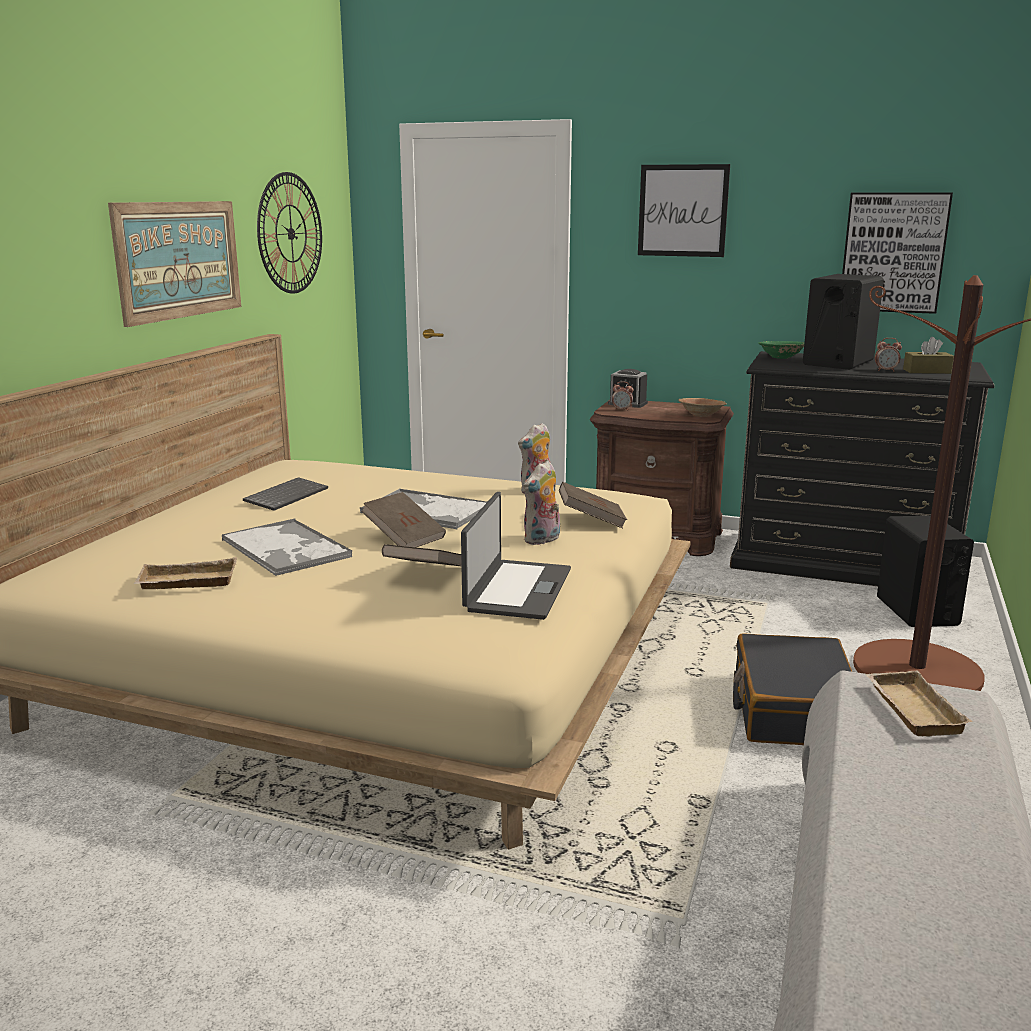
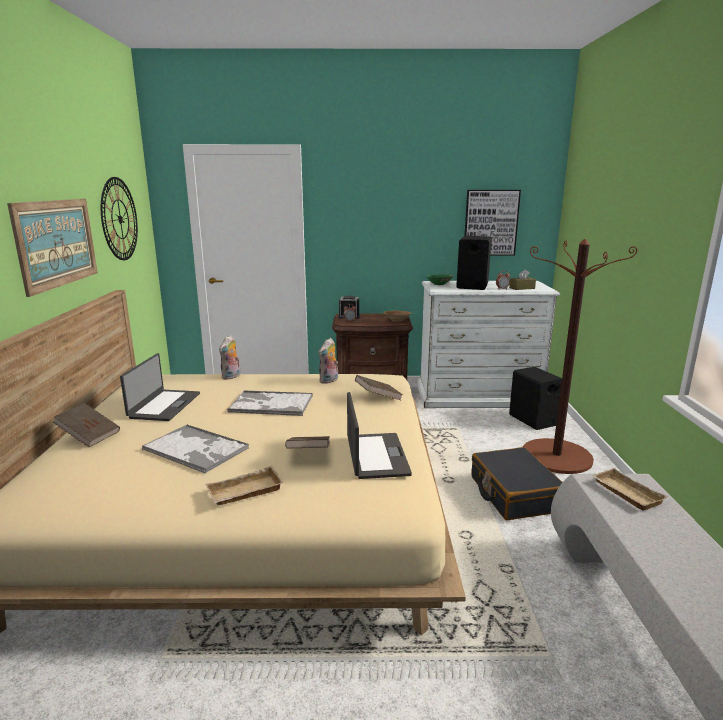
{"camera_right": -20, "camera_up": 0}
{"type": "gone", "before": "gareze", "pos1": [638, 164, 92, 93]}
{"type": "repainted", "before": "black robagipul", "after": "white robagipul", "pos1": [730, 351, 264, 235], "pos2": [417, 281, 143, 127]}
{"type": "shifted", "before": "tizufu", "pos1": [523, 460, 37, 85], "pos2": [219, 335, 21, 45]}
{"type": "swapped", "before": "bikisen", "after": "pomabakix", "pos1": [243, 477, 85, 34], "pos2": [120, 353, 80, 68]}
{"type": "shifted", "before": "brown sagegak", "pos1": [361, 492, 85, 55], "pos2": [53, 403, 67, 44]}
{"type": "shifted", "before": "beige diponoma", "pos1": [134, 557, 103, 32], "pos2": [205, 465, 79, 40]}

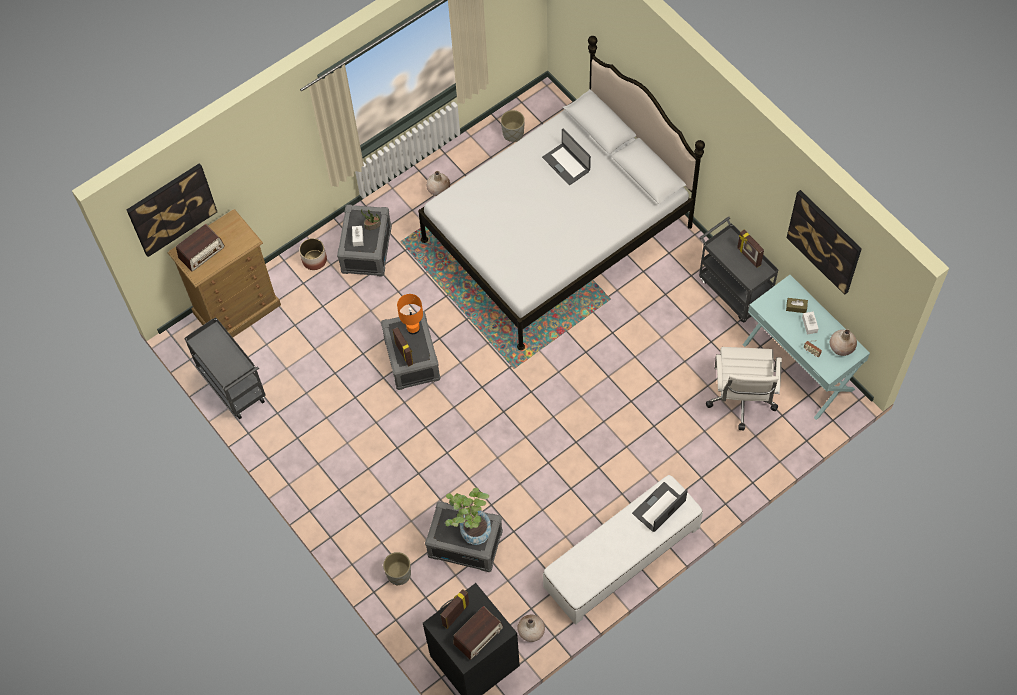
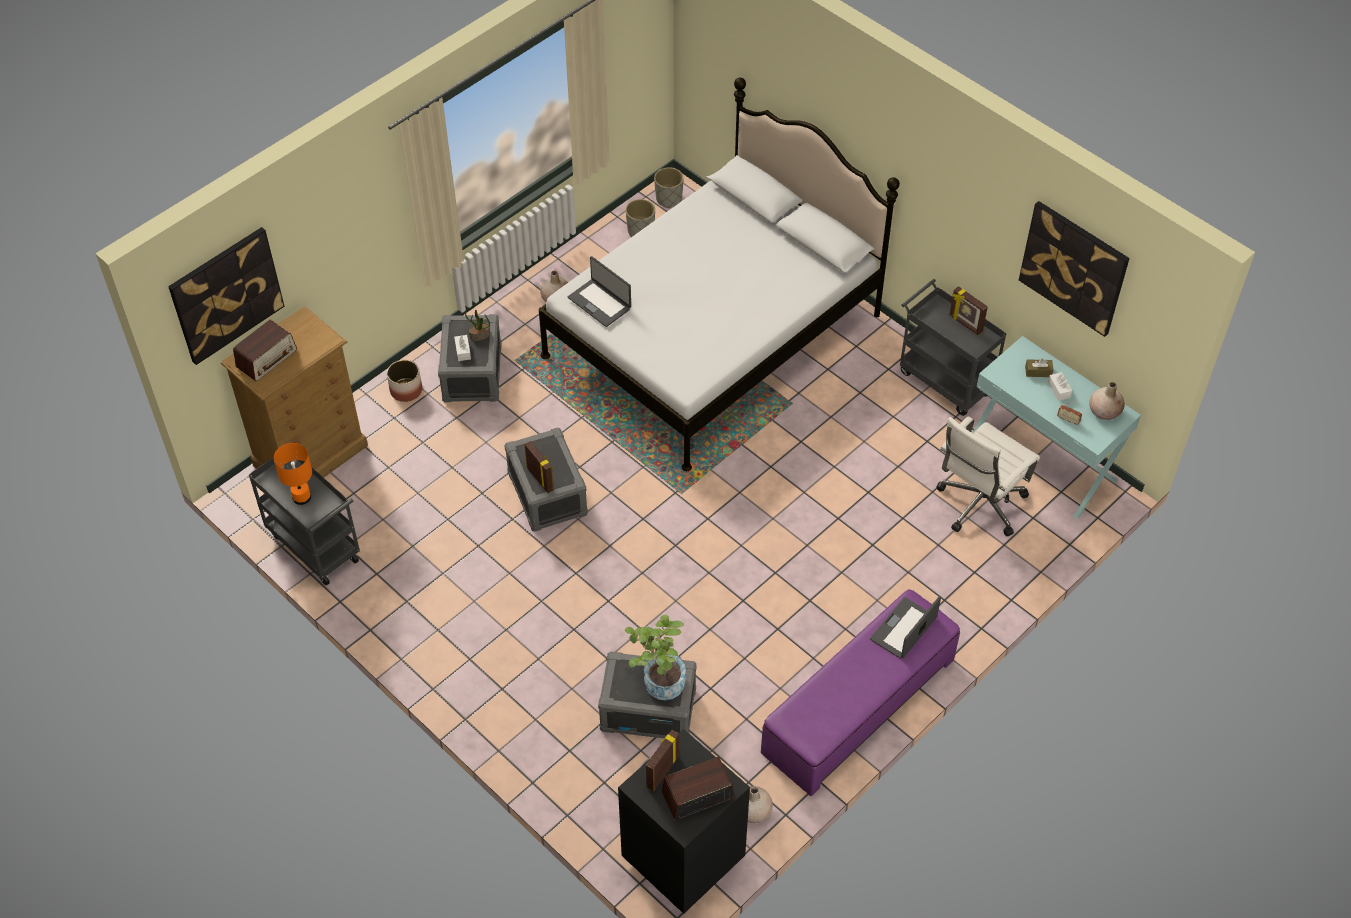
{"camera_right": -10, "camera_up": -10}
{"type": "shifted", "before": "pomabakix", "pos1": [542, 129, 49, 56], "pos2": [568, 256, 63, 71]}
{"type": "shifted", "before": "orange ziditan", "pos1": [397, 294, 26, 40], "pos2": [274, 443, 38, 62]}
{"type": "rotated", "before": "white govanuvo", "pos1": [706, 347, 76, 83], "pos2": [936, 416, 104, 120], "turn": 45}
{"type": "repainted", "before": "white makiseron", "after": "purple makiseron", "pos1": [543, 475, 160, 150], "pos2": [761, 589, 199, 207]}
{"type": "shifted", "before": "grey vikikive", "pos1": [383, 552, 28, 33], "pos2": [654, 167, 30, 41]}
{"type": "rotated", "before": "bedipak", "pos1": [453, 606, 50, 54], "pos2": [662, 757, 73, 64], "turn": -150}

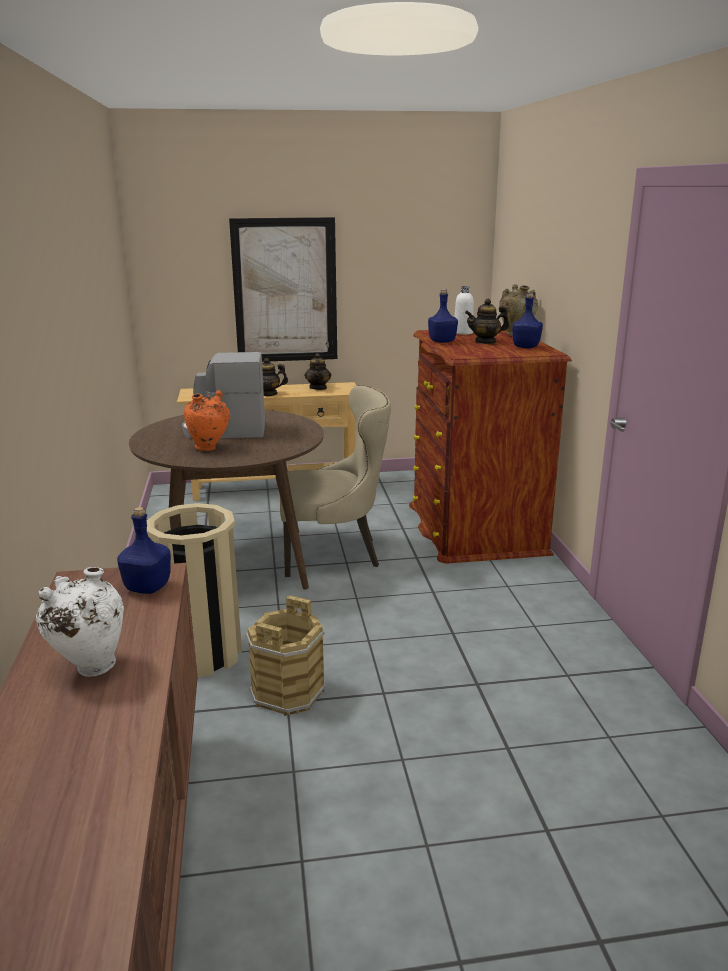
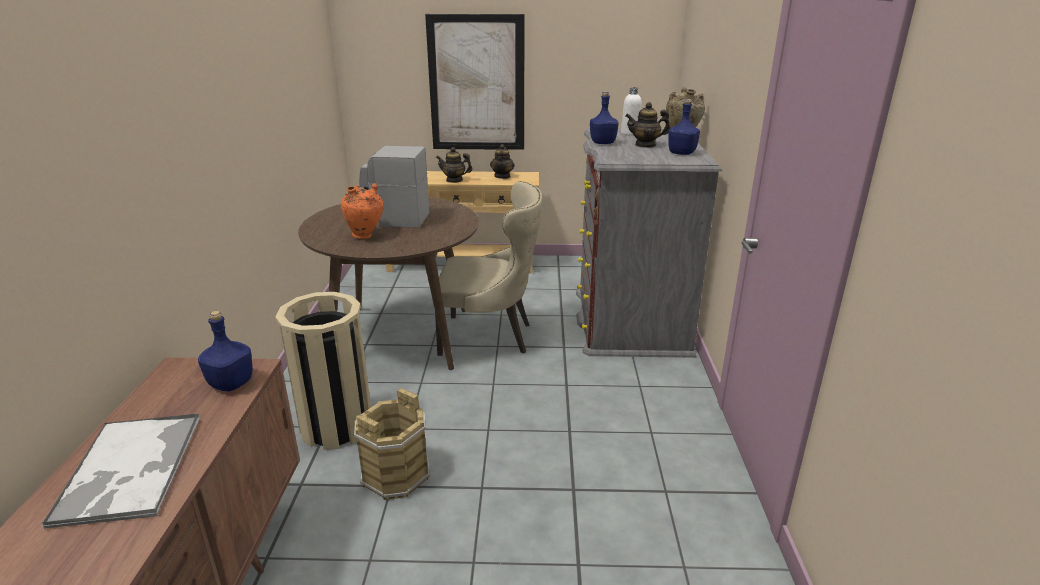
{"camera_right": 10, "camera_up": 5}
{"type": "repainted", "before": "brown robagipul", "after": "grey robagipul", "pos1": [409, 330, 163, 234], "pos2": [576, 129, 146, 229]}
{"type": "swapped", "before": "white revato", "after": "diponoma", "pos1": [36, 567, 88, 110], "pos2": [42, 414, 158, 116]}

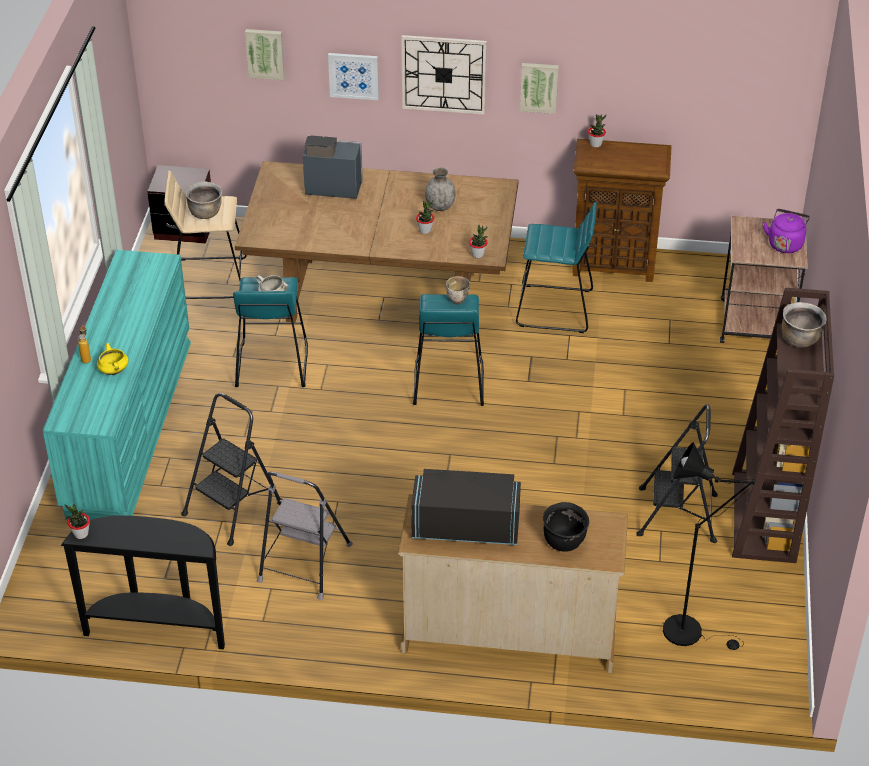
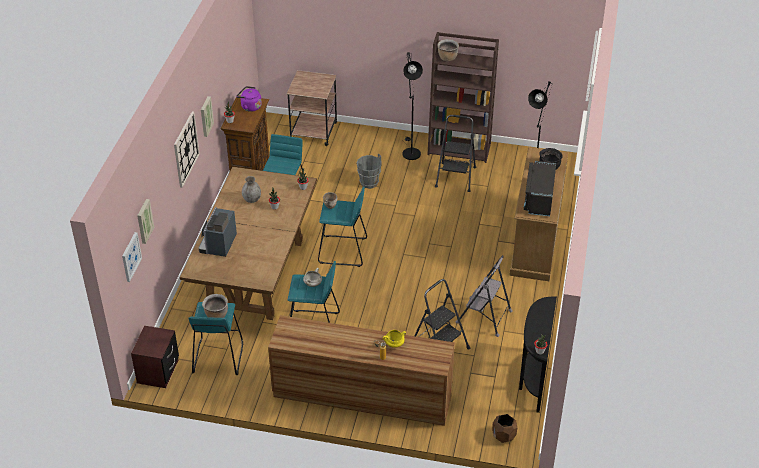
{"camera_right": -85, "camera_up": 0}
{"type": "shifted", "before": "gareze", "pos1": [328, 53, 51, 47], "pos2": [122, 232, 20, 50]}
{"type": "repainted", "before": "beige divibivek", "after": "turquoise divibivek", "pos1": [164, 170, 83, 129], "pos2": [189, 302, 54, 73]}
{"type": "shifted", "before": "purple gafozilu", "pos1": [763, 209, 47, 44], "pos2": [236, 86, 26, 26]}
{"type": "repainted", "before": "turquoise robagipul", "after": "brown robagipul", "pos1": [43, 250, 148, 270], "pos2": [268, 315, 187, 111]}
{"type": "new", "after": "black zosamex", "pos2": [402, 52, 21, 108]}
{"type": "new", "after": "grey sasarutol", "pos2": [356, 154, 26, 35]}
{"type": "new", "after": "brown vikikive", "pos2": [492, 414, 25, 29]}

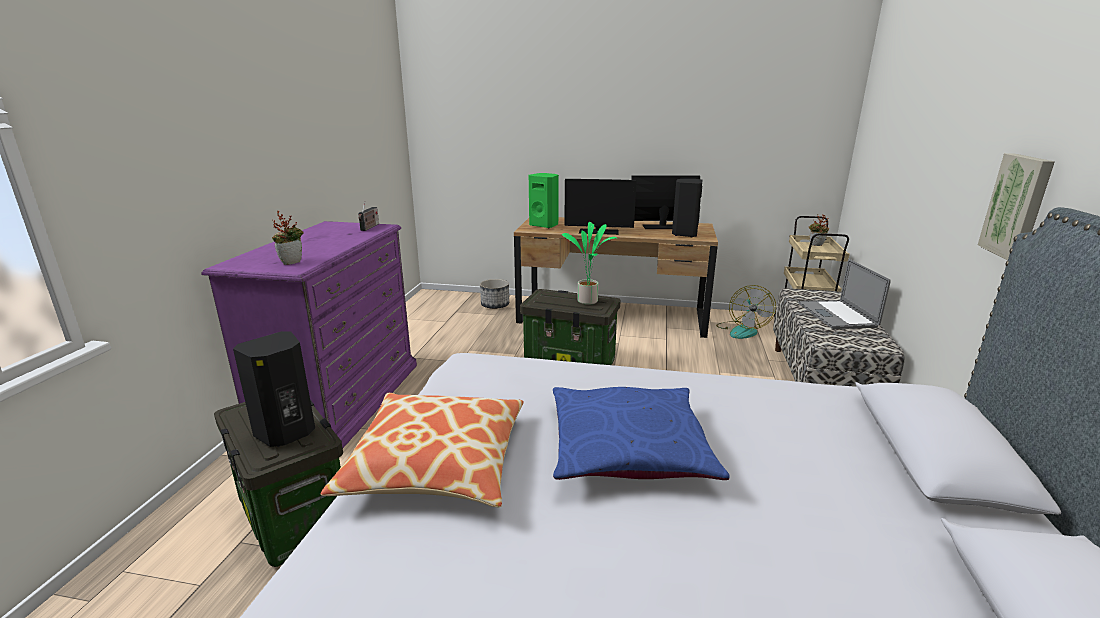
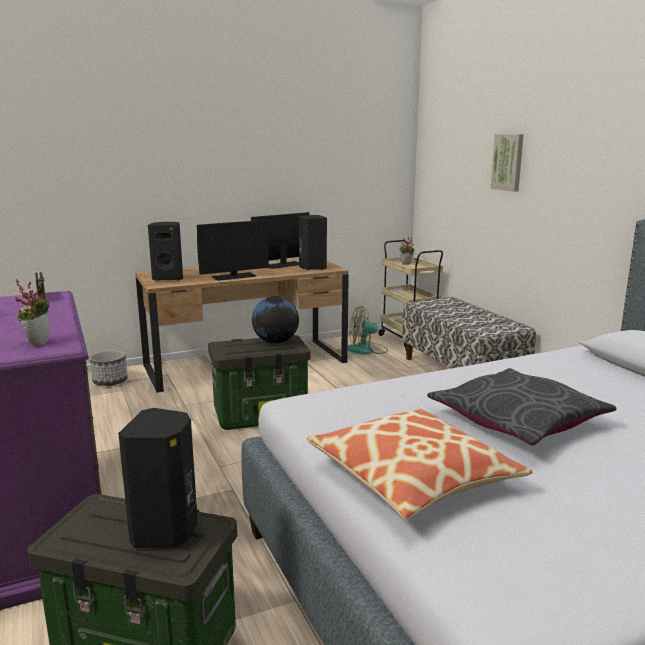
{"camera_right": -35, "camera_up": -5}
{"type": "shifted", "before": "gareze", "pos1": [978, 153, 77, 108], "pos2": [491, 134, 33, 58]}
{"type": "repainted", "before": "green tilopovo", "after": "black tilopovo", "pos1": [529, 173, 30, 55], "pos2": [148, 222, 35, 59]}
{"type": "swapped", "before": "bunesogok", "after": "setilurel", "pos1": [562, 222, 55, 83], "pos2": [252, 296, 47, 48]}
{"type": "gone", "before": "pomabakix", "pos1": [798, 259, 93, 70]}
{"type": "rotated", "before": "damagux", "pos1": [716, 285, 60, 54], "pos2": [348, 306, 40, 49], "turn": 105}
{"type": "repainted", "before": "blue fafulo", "after": "grey fafulo", "pos1": [553, 387, 177, 93], "pos2": [427, 368, 189, 78]}

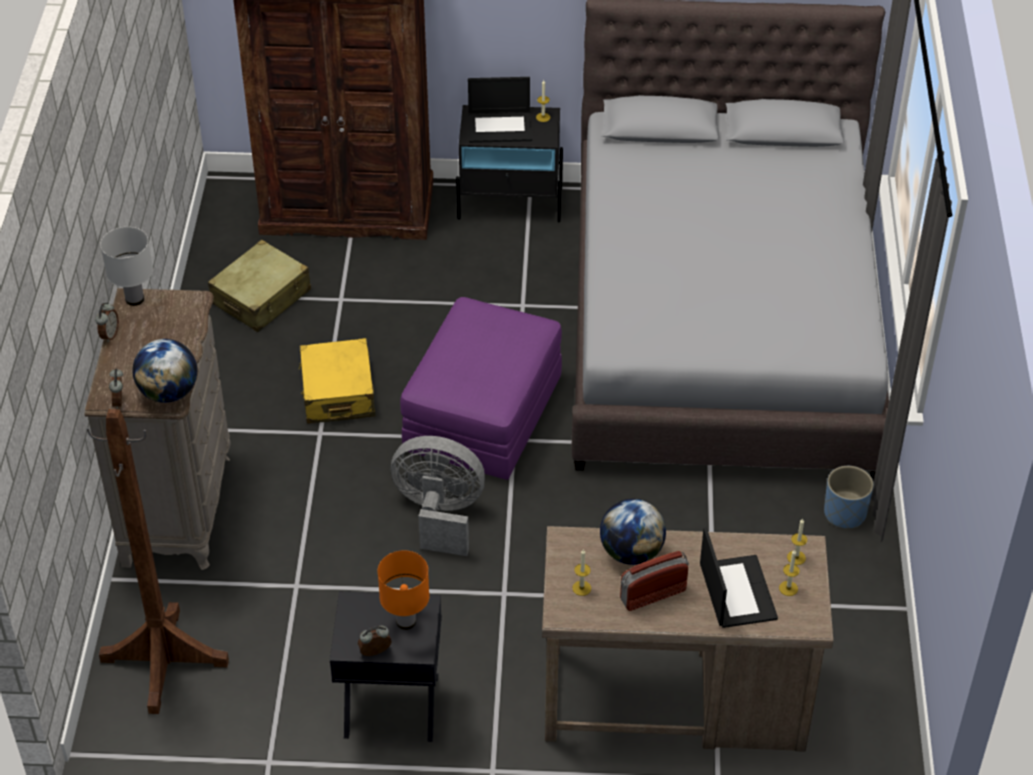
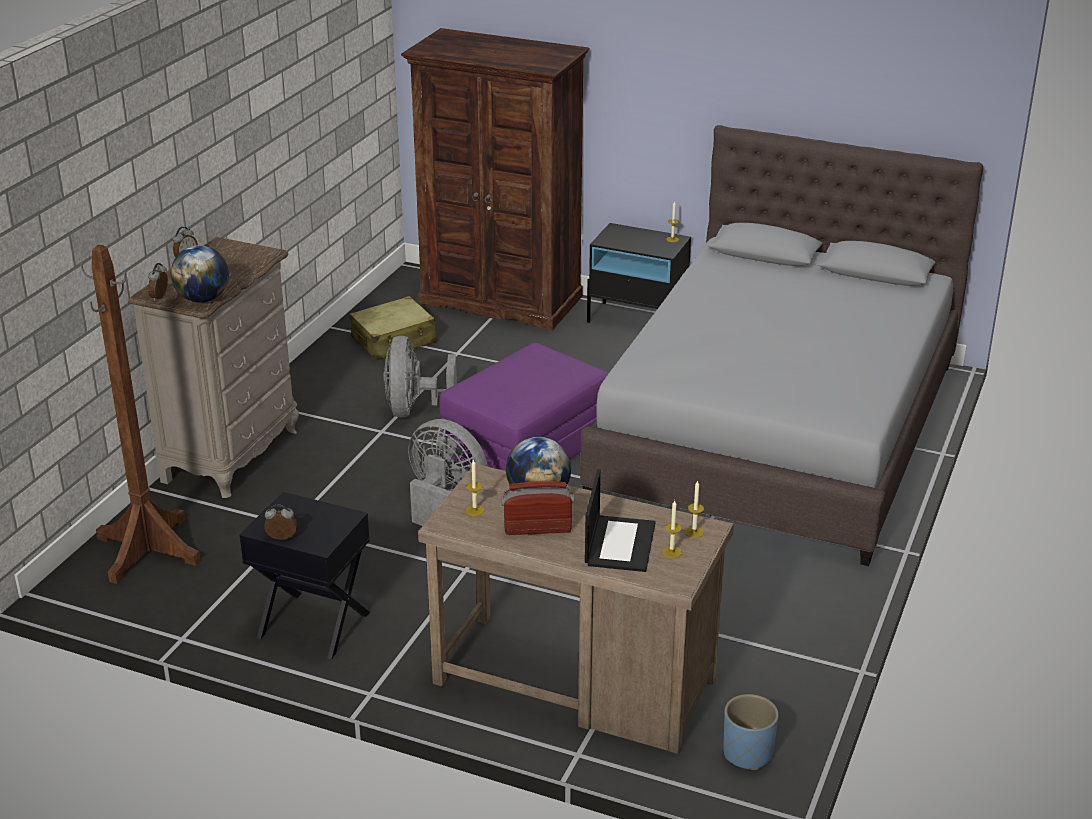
{"camera_right": 20, "camera_up": -15}
{"type": "gone", "before": "pomabakix", "pos1": [468, 77, 64, 66]}
{"type": "gone", "before": "white ziditan", "pos1": [100, 227, 53, 79]}
{"type": "swapped", "before": "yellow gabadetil", "after": "grey damagux", "pos1": [298, 338, 78, 86], "pos2": [384, 336, 73, 81]}
{"type": "shifted", "before": "blue vikikive", "pos1": [824, 466, 50, 62], "pos2": [723, 694, 56, 76]}
{"type": "gone", "before": "orange ziditan", "pos1": [377, 550, 53, 80]}

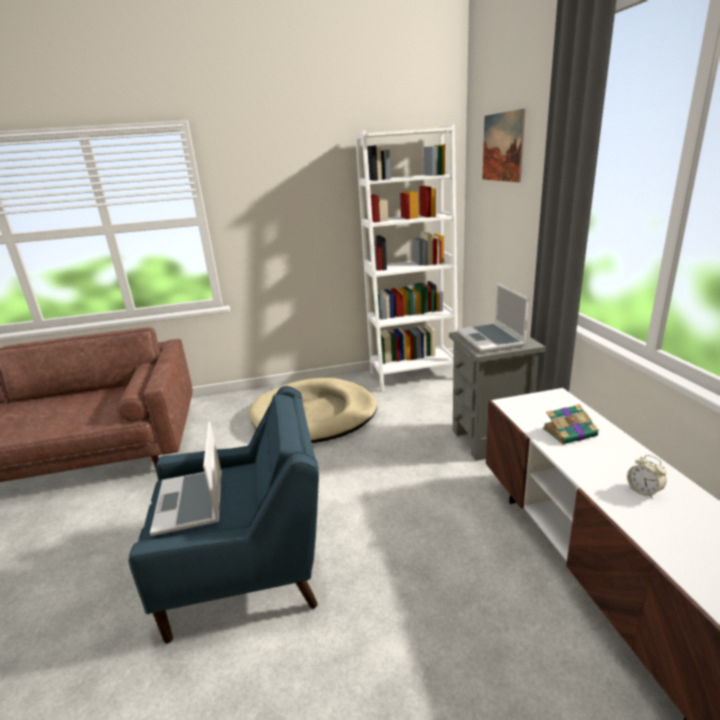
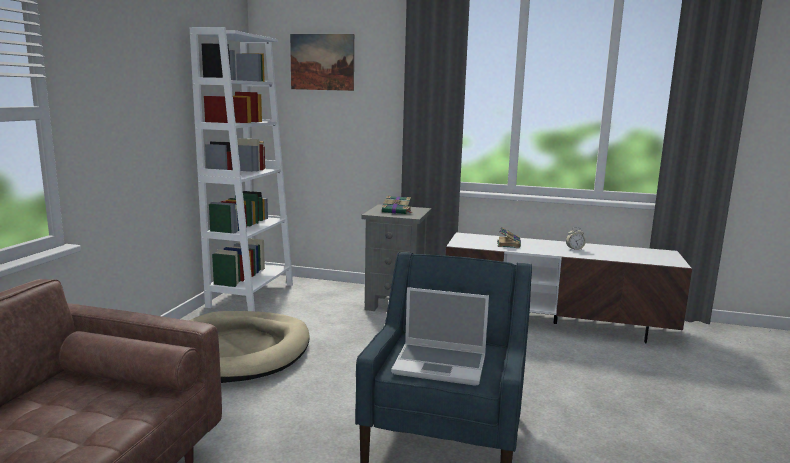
{"camera_right": -65, "camera_up": -10}
{"type": "swapped", "before": "pomabakix", "after": "sagegak", "pos1": [457, 283, 72, 69], "pos2": [382, 196, 30, 18]}

